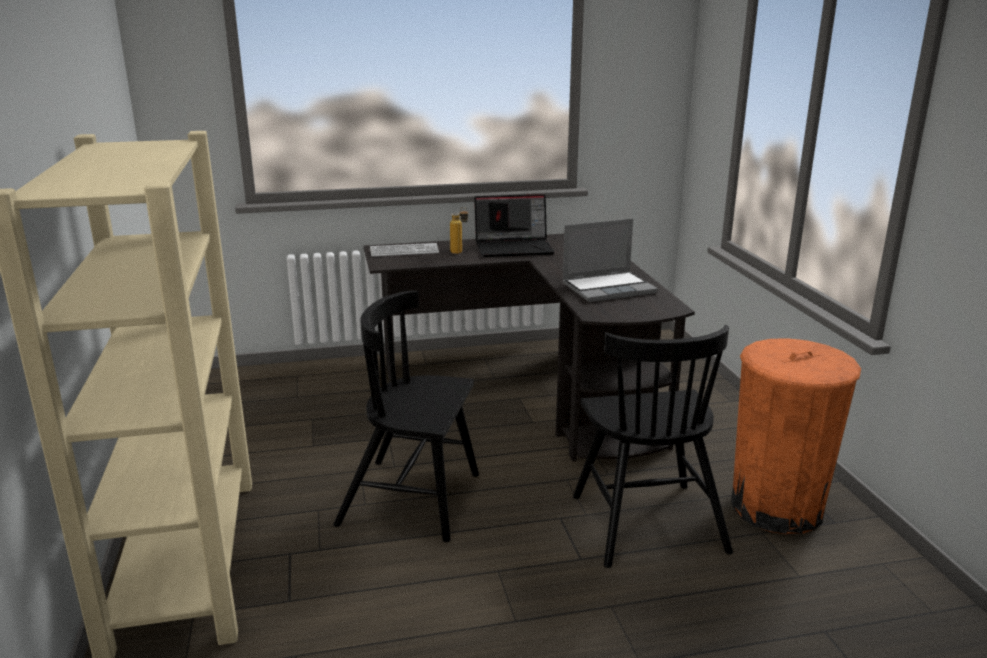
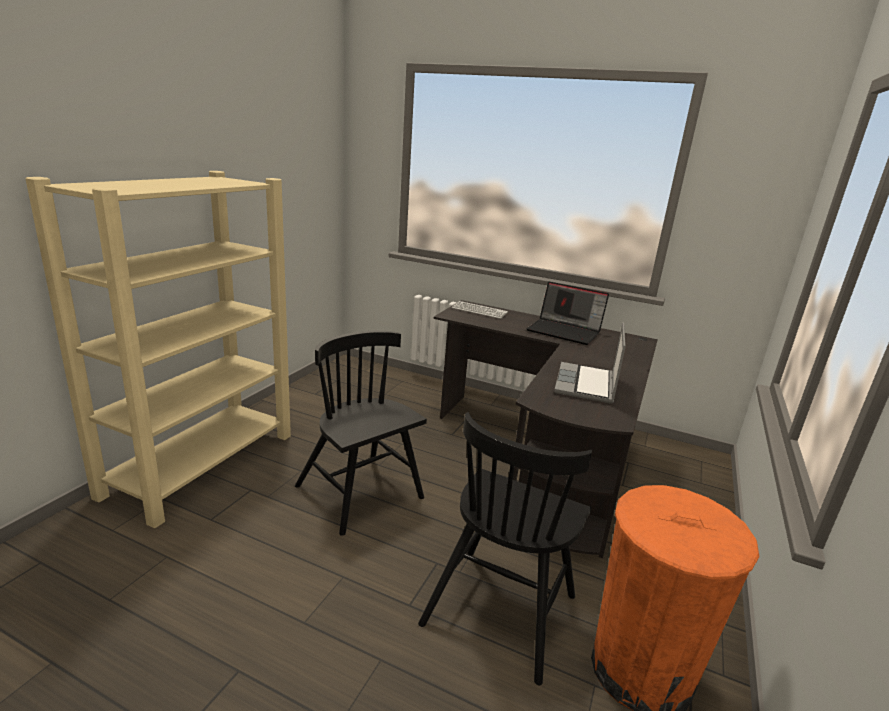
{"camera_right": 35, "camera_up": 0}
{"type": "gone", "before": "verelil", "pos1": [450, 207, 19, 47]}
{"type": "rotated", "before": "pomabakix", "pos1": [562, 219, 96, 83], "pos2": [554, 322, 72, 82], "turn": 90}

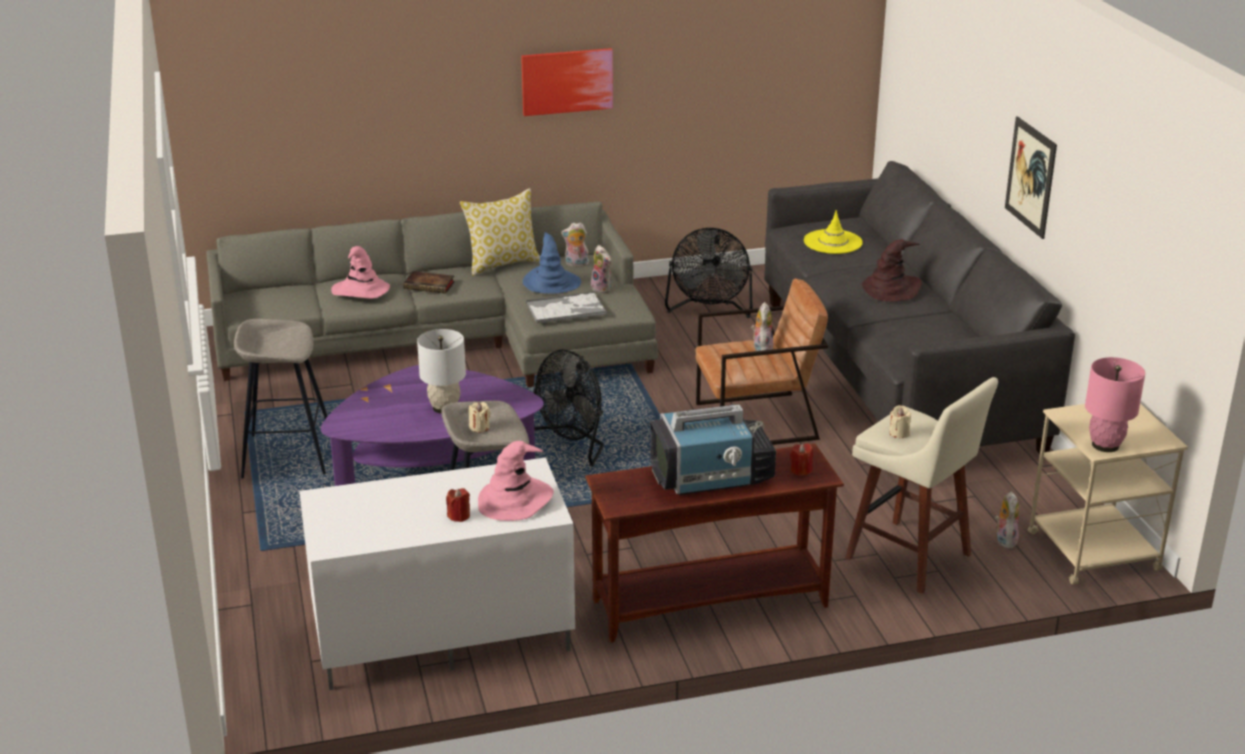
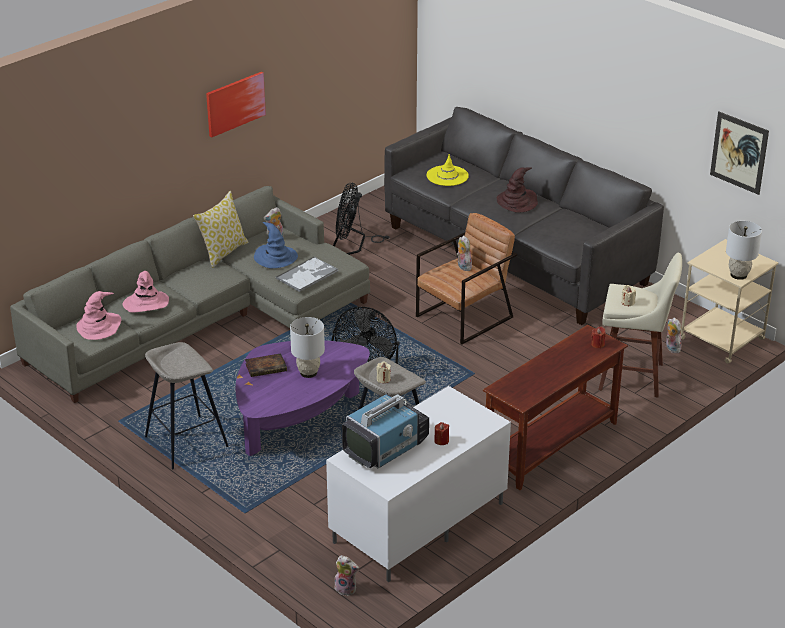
{"camera_right": -30, "camera_up": 5}
{"type": "shifted", "before": "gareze", "pos1": [1005, 116, 52, 123], "pos2": [710, 112, 59, 83]}
{"type": "rotated", "before": "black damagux", "pos1": [665, 228, 88, 90], "pos2": [333, 182, 57, 73], "turn": 120}
{"type": "shifted", "before": "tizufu", "pos1": [591, 245, 21, 48], "pos2": [333, 555, 26, 41]}
{"type": "shifted", "before": "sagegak", "pos1": [403, 271, 52, 23], "pos2": [245, 353, 42, 24]}
{"type": "repainted", "before": "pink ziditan", "after": "white ziditan", "pos1": [1085, 357, 60, 95], "pos2": [726, 221, 36, 59]}
{"type": "shifted", "before": "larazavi", "pos1": [650, 404, 126, 91], "pos2": [342, 393, 87, 75]}
{"type": "shifted", "before": "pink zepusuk", "pos1": [478, 441, 76, 80], "pos2": [76, 291, 45, 49]}

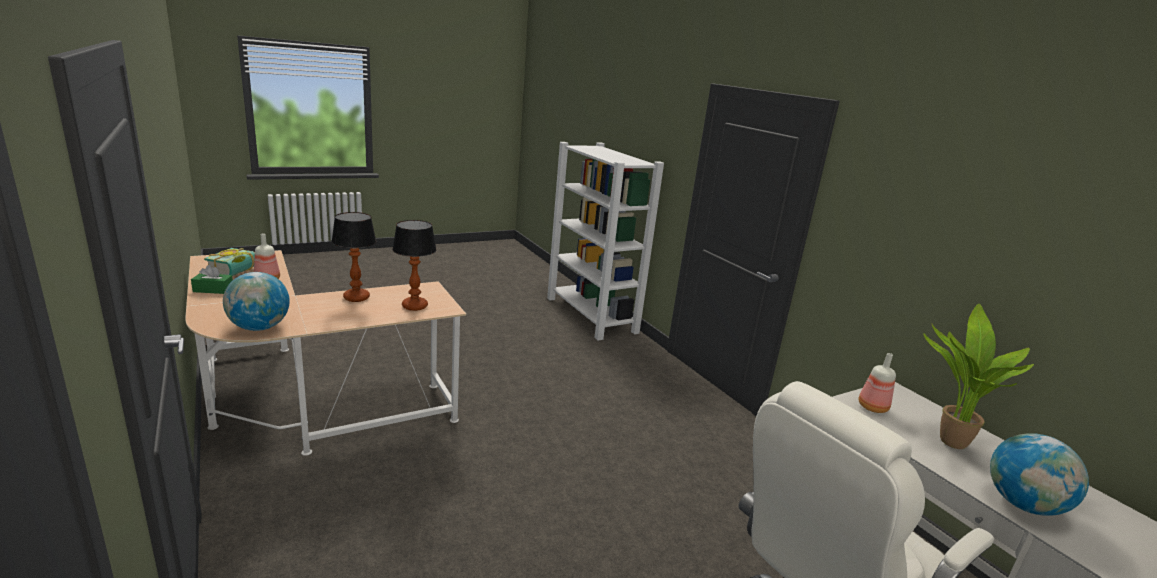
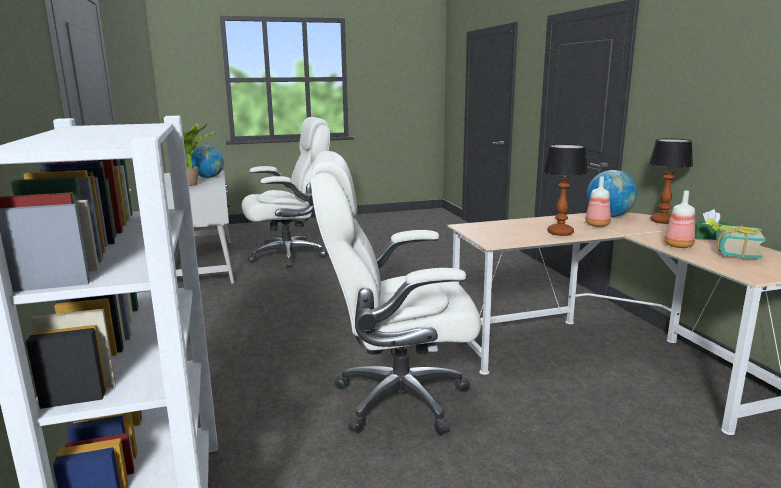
{"camera_right": -165, "camera_up": -5}
{"type": "shifted", "before": "ziditan", "pos1": [392, 220, 44, 91], "pos2": [649, 139, 44, 85]}
{"type": "shifted", "before": "verelil", "pos1": [859, 353, 37, 60], "pos2": [585, 176, 26, 51]}
{"type": "new", "after": "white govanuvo", "pos2": [311, 151, 170, 284]}

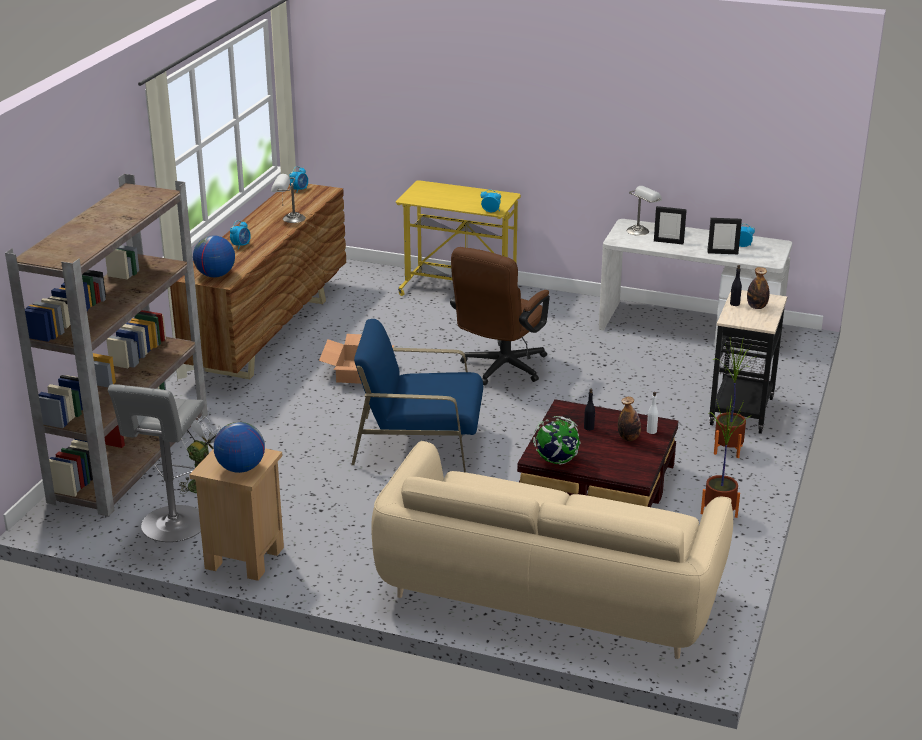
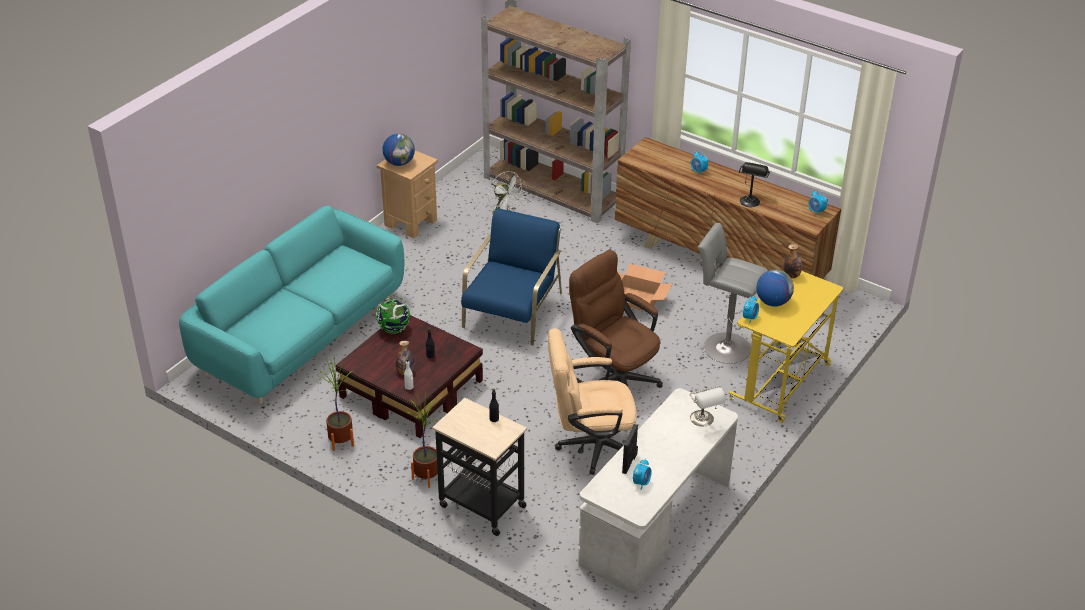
{"camera_right": 105, "camera_up": 10}
{"type": "repainted", "before": "white ziditan", "after": "black ziditan", "pos1": [271, 174, 35, 49], "pos2": [739, 162, 31, 45]}
{"type": "gone", "before": "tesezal", "pos1": [654, 206, 33, 38]}
{"type": "shifted", "before": "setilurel", "pos1": [193, 235, 42, 42], "pos2": [756, 269, 38, 37]}
{"type": "shifted", "before": "verelil", "pos1": [747, 267, 22, 42], "pos2": [784, 244, 18, 34]}
{"type": "shifted", "before": "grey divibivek", "pos1": [108, 384, 97, 158], "pos2": [698, 223, 70, 141]}
{"type": "repainted", "before": "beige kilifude", "after": "turquoise kilifude", "pos1": [372, 441, 361, 218], "pos2": [179, 206, 225, 198]}
{"type": "new", "after": "beige govanuvo", "pos2": [548, 328, 89, 147]}

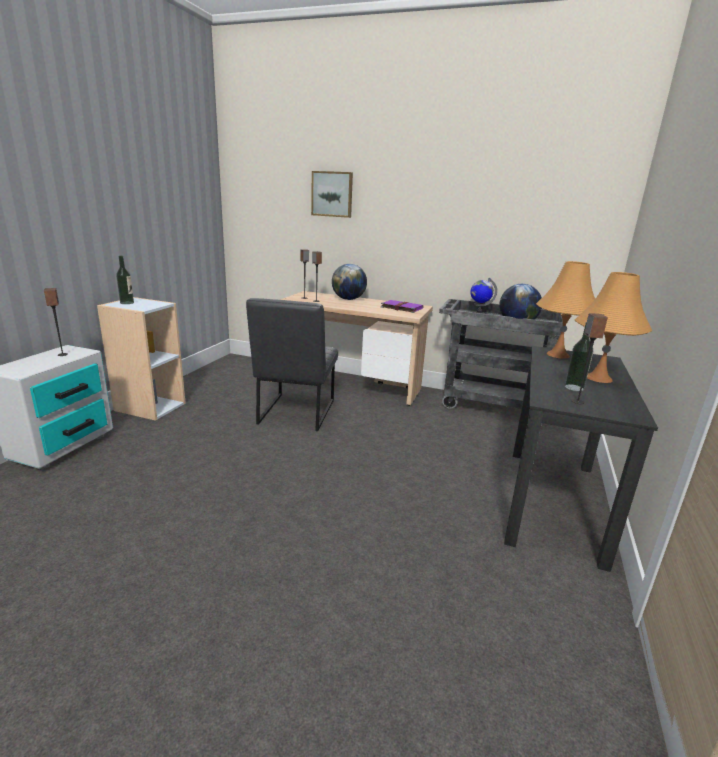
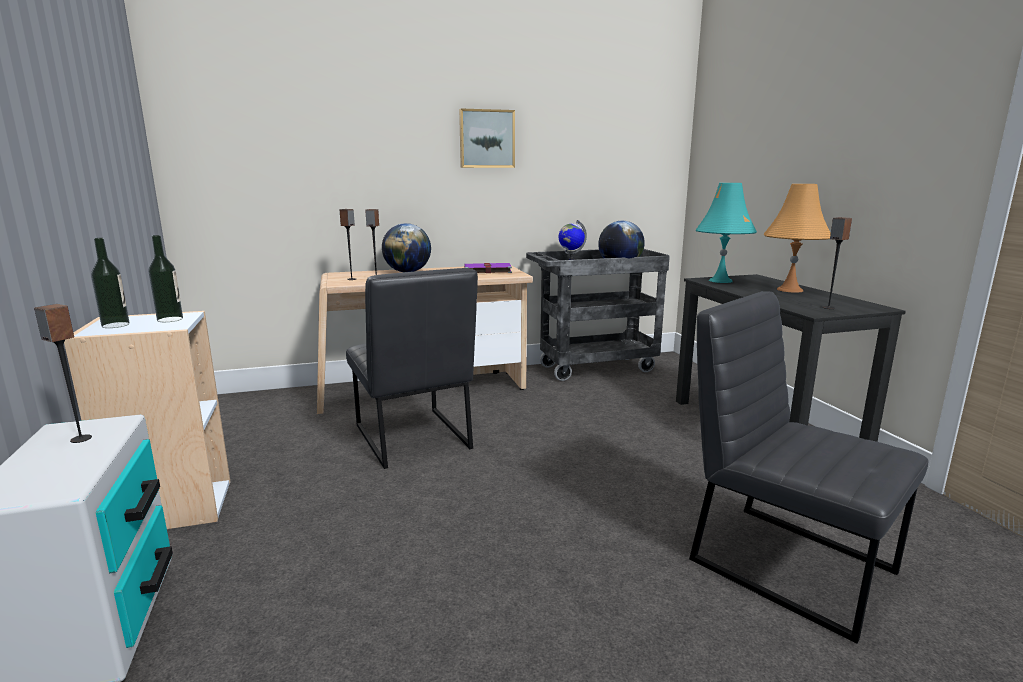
{"camera_right": -35, "camera_up": -5}
{"type": "shifted", "before": "gareze", "pos1": [311, 171, 42, 47], "pos2": [459, 108, 56, 60]}
{"type": "repainted", "before": "orange ziditan", "after": "turquoise ziditan", "pos1": [536, 261, 59, 98], "pos2": [696, 183, 61, 100]}
{"type": "shifted", "before": "verelil", "pos1": [565, 322, 28, 69], "pos2": [148, 235, 35, 87]}
{"type": "new", "after": "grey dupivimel", "pos2": [689, 291, 240, 353]}

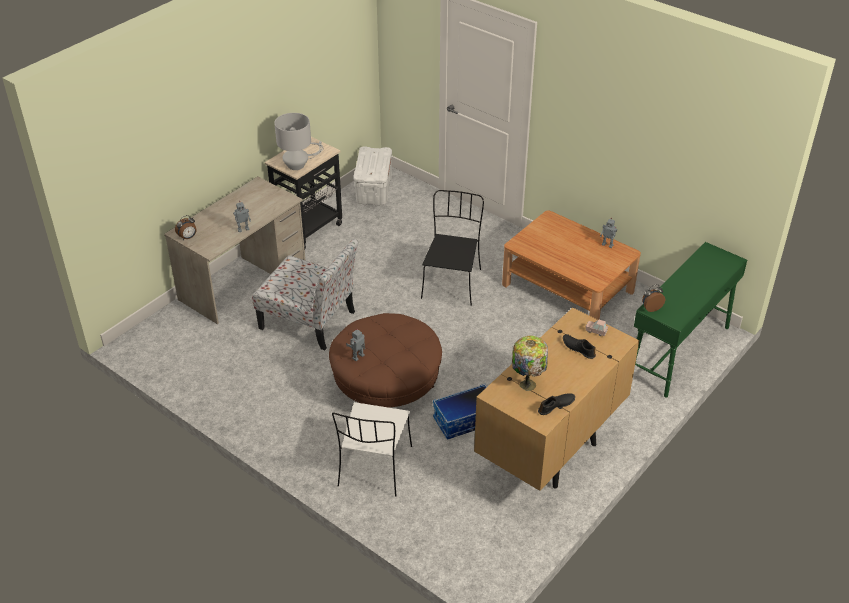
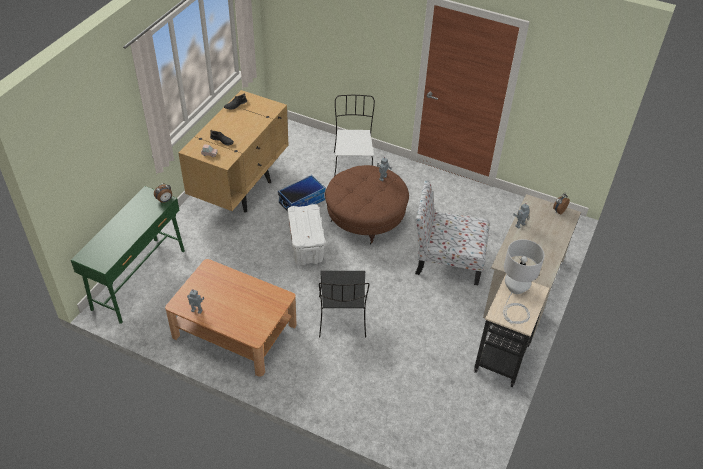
{"camera_right": 165, "camera_up": 5}
{"type": "shifted", "before": "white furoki", "pos1": [353, 146, 39, 60], "pos2": [288, 204, 37, 61]}
{"type": "gone", "before": "ziditan", "pos1": [512, 336, 36, 55]}

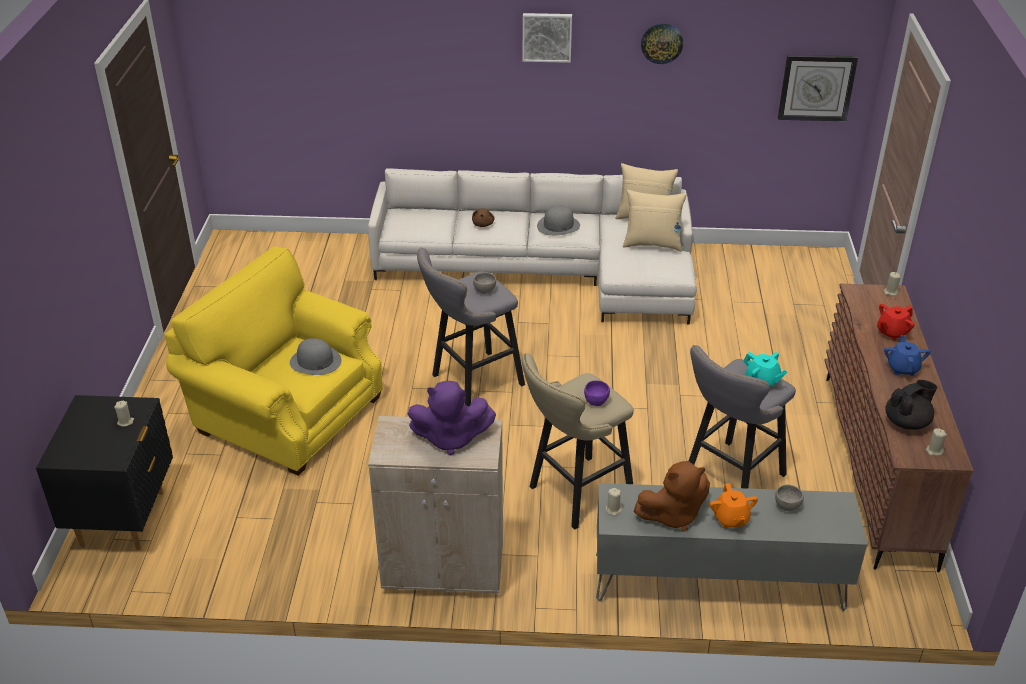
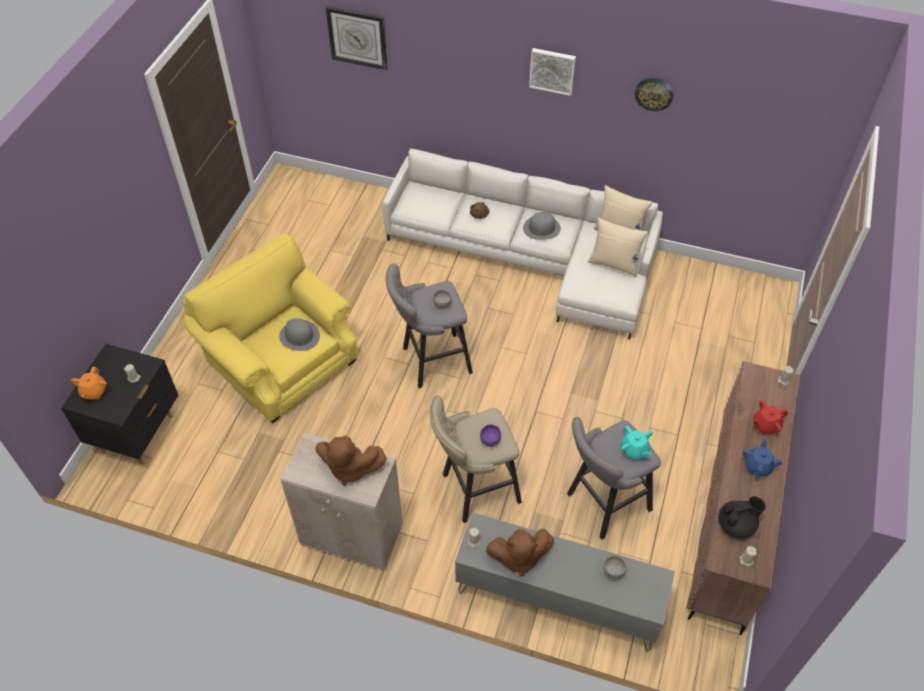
{"camera_right": 15, "camera_up": 15}
{"type": "shifted", "before": "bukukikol", "pos1": [778, 55, 80, 66], "pos2": [326, 6, 62, 64]}
{"type": "repainted", "before": "purple tizufu", "after": "brown tizufu", "pos1": [408, 381, 88, 75], "pos2": [315, 436, 72, 50]}
{"type": "shifted", "before": "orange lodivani", "pos1": [710, 483, 48, 45], "pos2": [71, 367, 36, 33]}

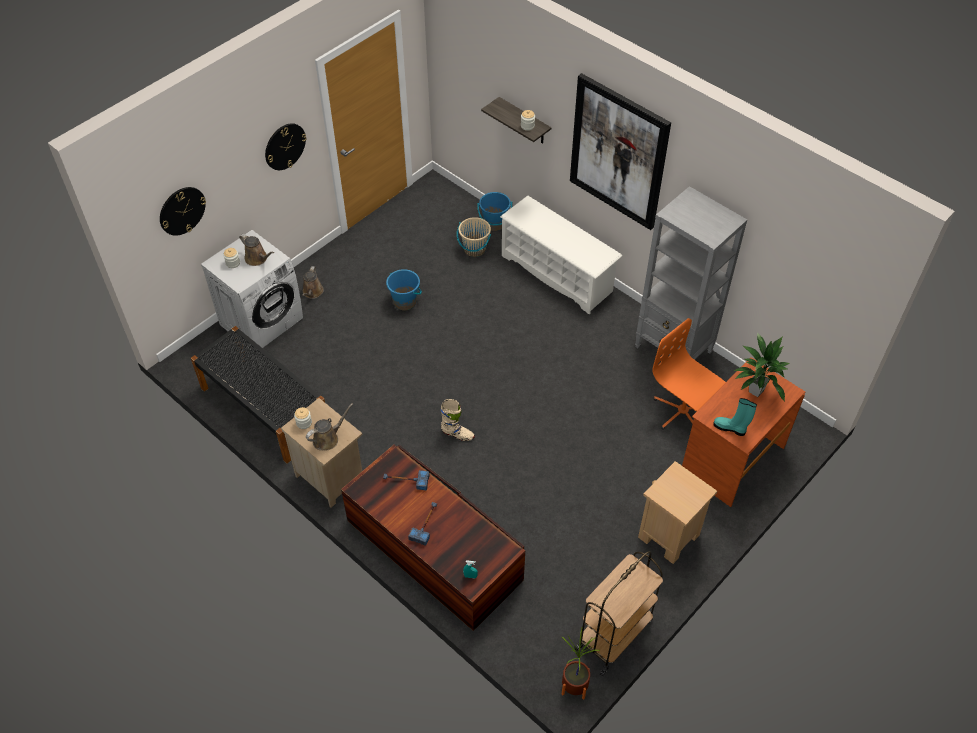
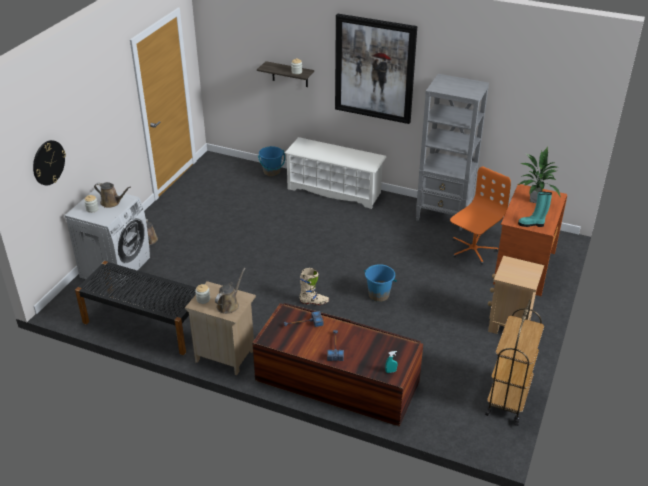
{"camera_right": -20, "camera_up": -15}
{"type": "gone", "before": "bukukikol", "pos1": [265, 123, 42, 47]}
{"type": "gone", "before": "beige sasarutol", "pos1": [457, 217, 34, 40]}
{"type": "shifted", "before": "blue sasarutol", "pos1": [386, 269, 36, 41], "pos2": [364, 264, 33, 38]}
{"type": "rotated", "before": "orange govanuvo", "pos1": [652, 318, 74, 112], "pos2": [450, 166, 61, 98], "turn": 105}
{"type": "gone", "before": "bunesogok", "pos1": [561, 628, 39, 72]}

